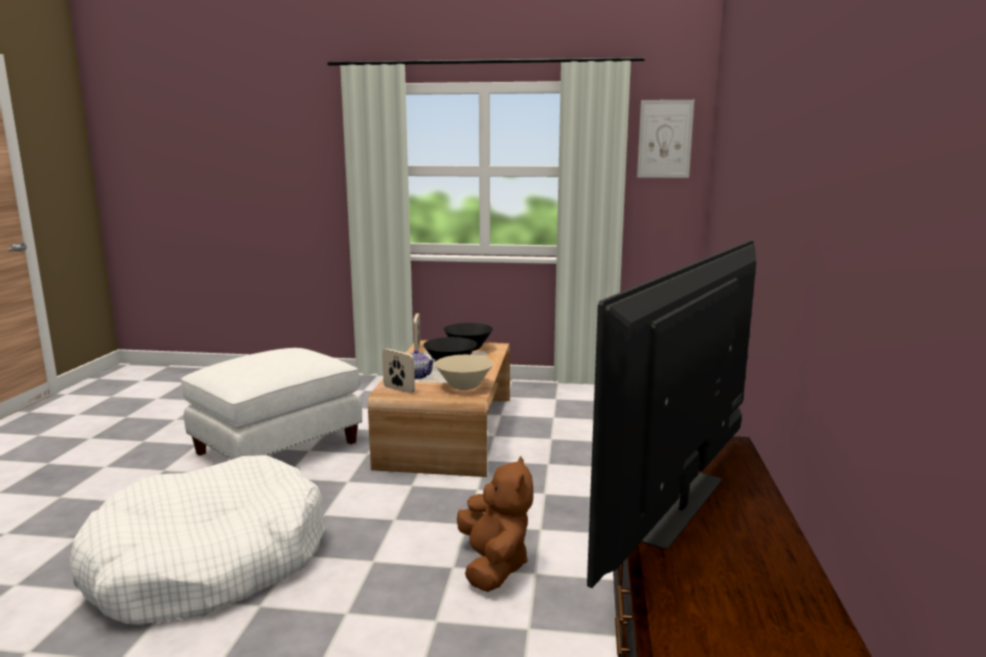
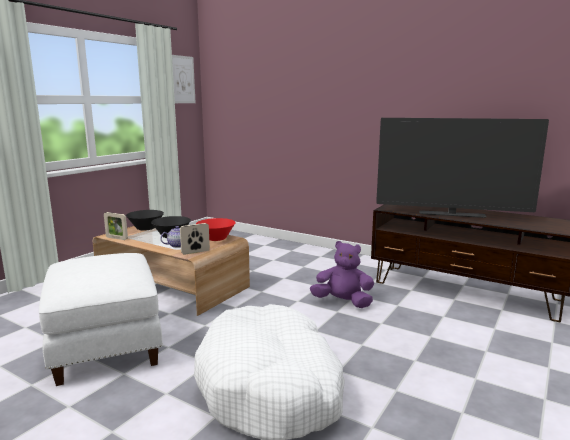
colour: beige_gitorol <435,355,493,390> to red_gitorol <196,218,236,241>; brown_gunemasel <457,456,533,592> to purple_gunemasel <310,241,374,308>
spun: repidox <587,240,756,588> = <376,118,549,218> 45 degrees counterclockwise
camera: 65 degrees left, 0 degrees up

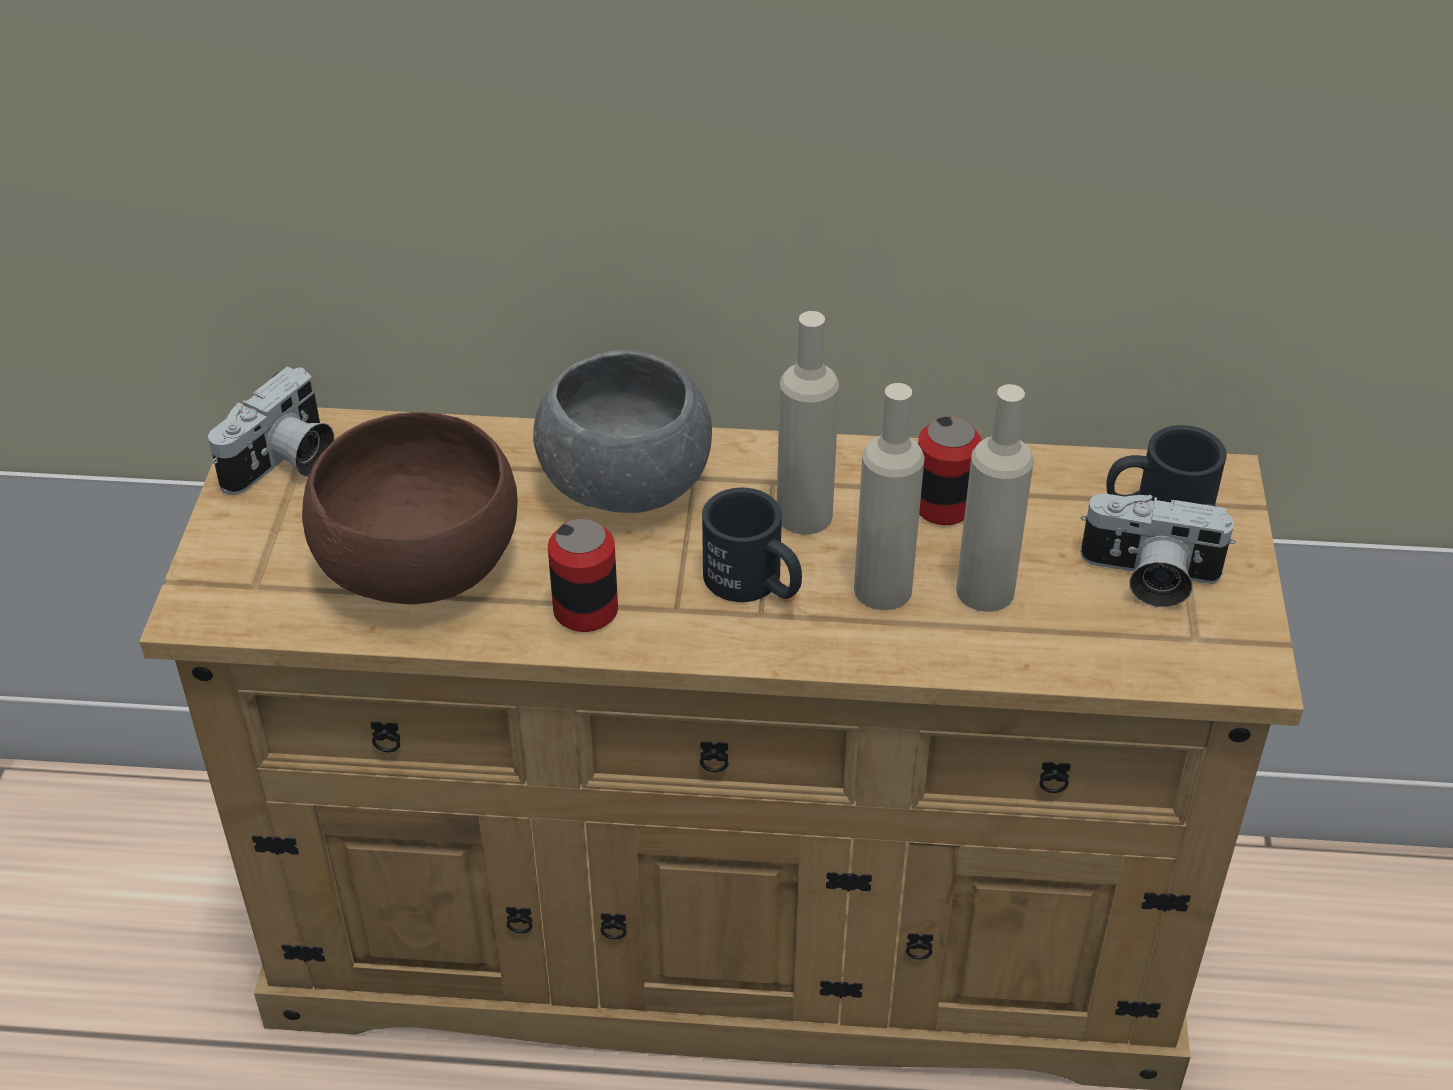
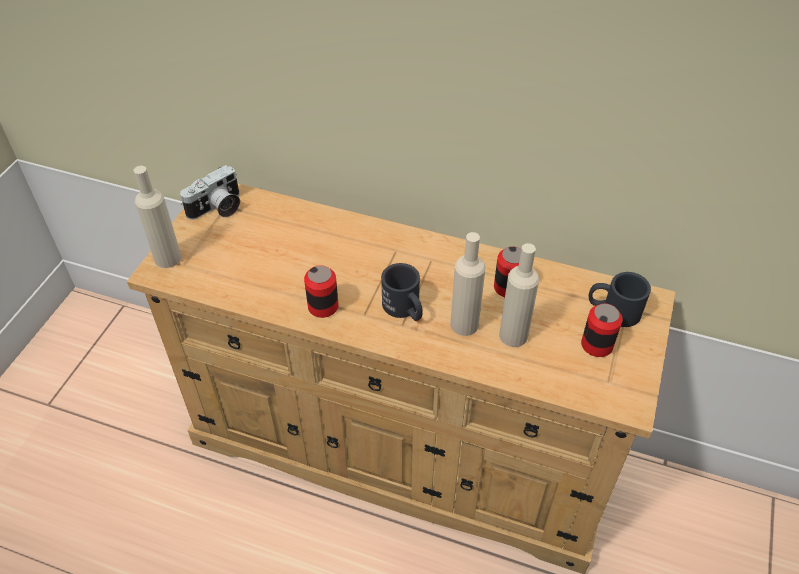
missing: grey_gitorol <533,350,712,513>; brown_gitorol <302,412,518,604>
relocated: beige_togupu <777,311,839,535> to <133,166,181,268>
exchanged: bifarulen <1080,493,1236,607> to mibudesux <581,304,623,357>
camera: 15 degrees right, 5 degrees up

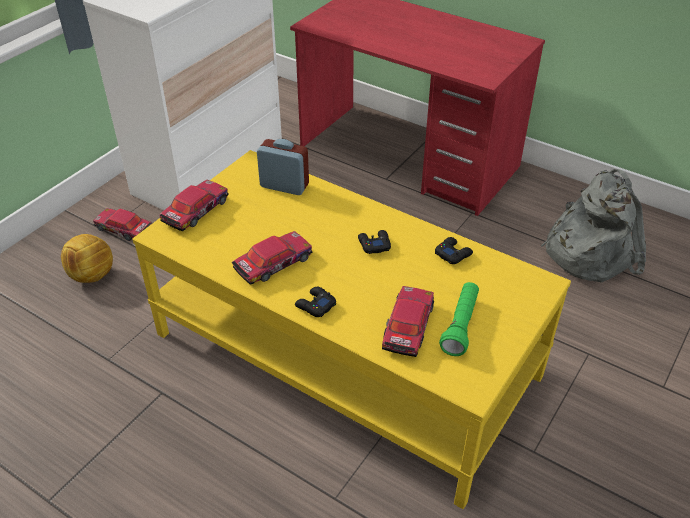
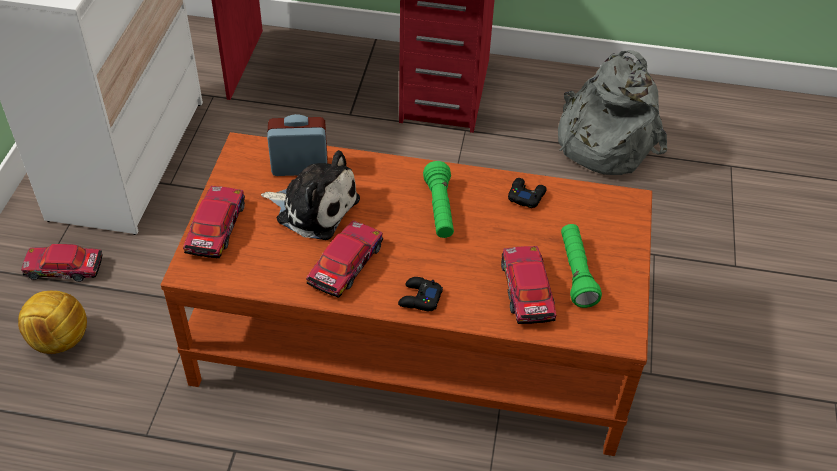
appeared: gunemasel <261,150,360,240>
exchanged: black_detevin <358,230,391,254> to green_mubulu <423,161,454,238>
colour: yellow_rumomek <132,150,571,509> to brown_rumomek <161,132,652,456>
camera: 25 degrees left, 5 degrees up

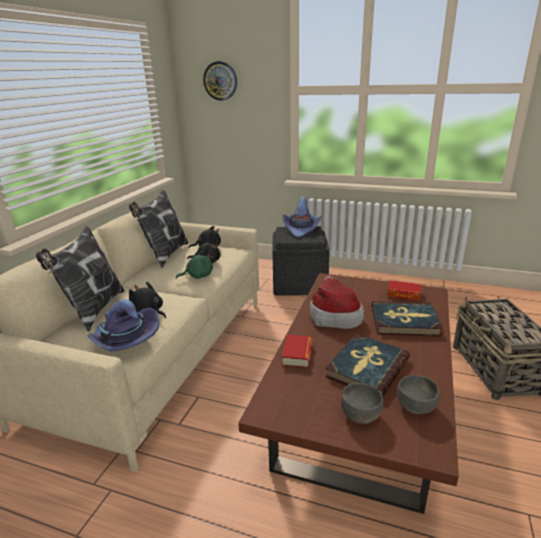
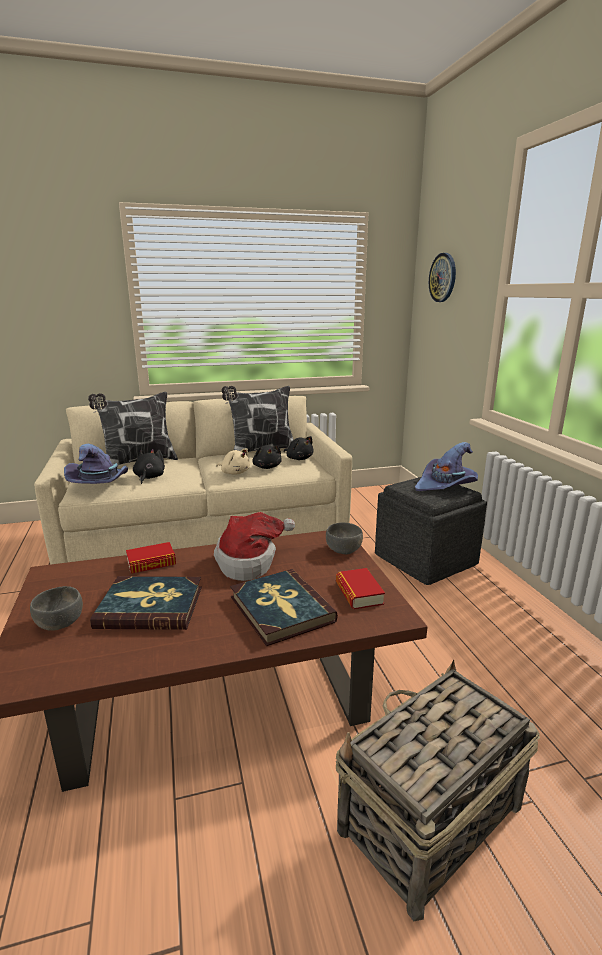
relocated: grey_gitorol <397,375,440,414> to <326,523,363,554>
colour: green_gunemasel <176,251,213,279> to beige_gunemasel <217,448,250,475>
camera: 55 degrees right, 5 degrees down

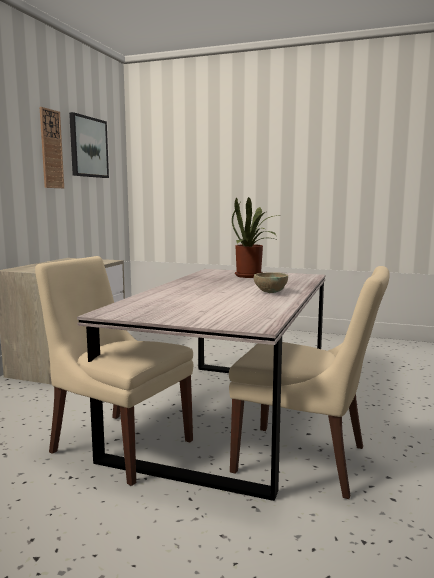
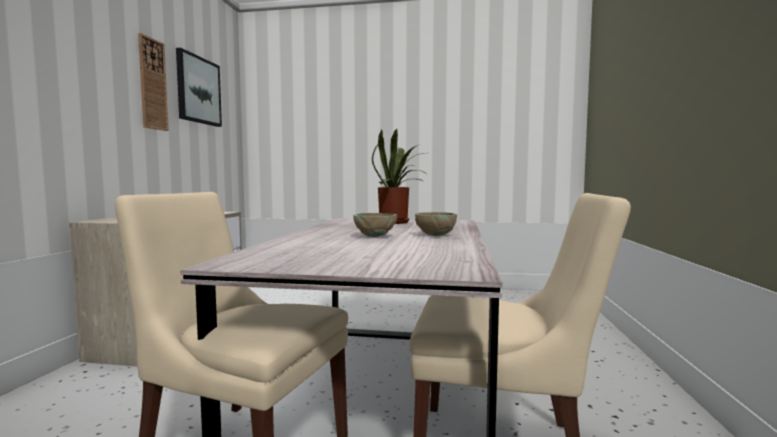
appeared: beige_gitorol <354,213,397,237>
camera: 10 degrees left, 5 degrees down

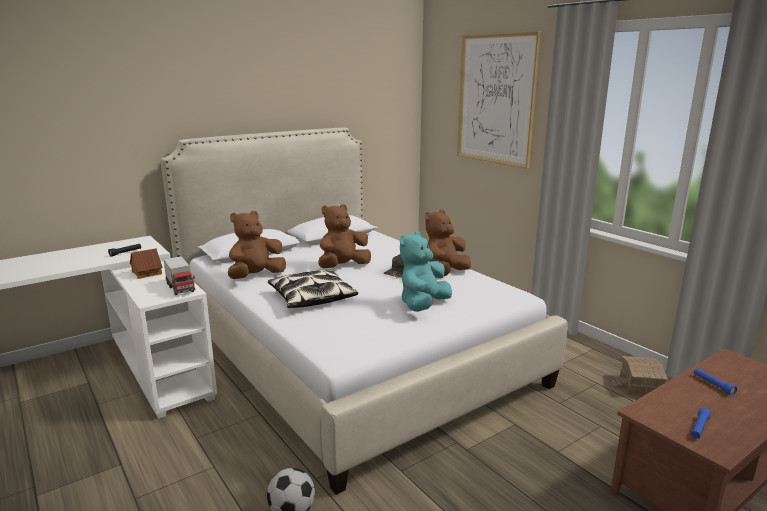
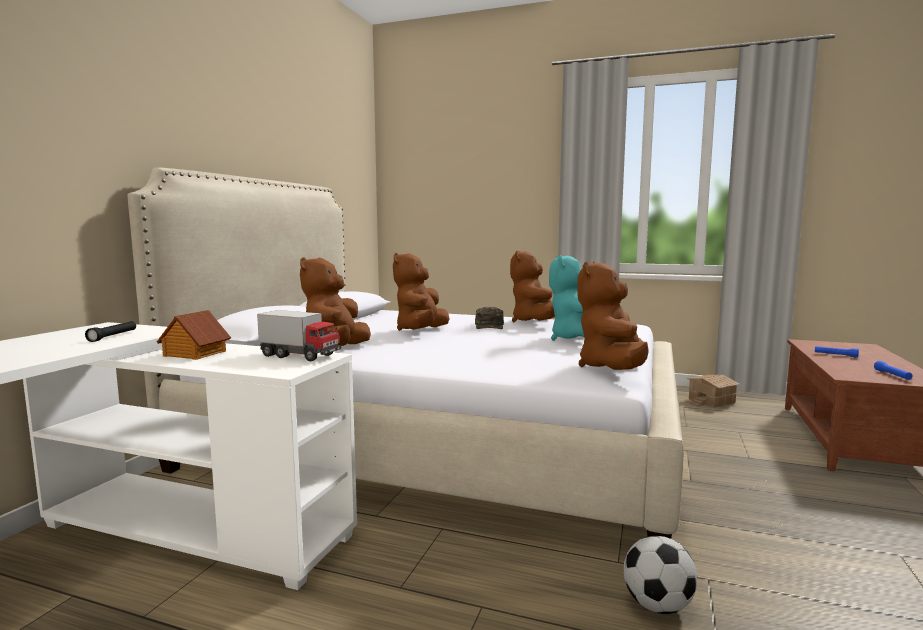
missing: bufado <457,31,541,169>; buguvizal <268,269,358,308>
appeared: brown_gunemasel <577,261,649,370>
camera: 35 degrees left, 10 degrees down

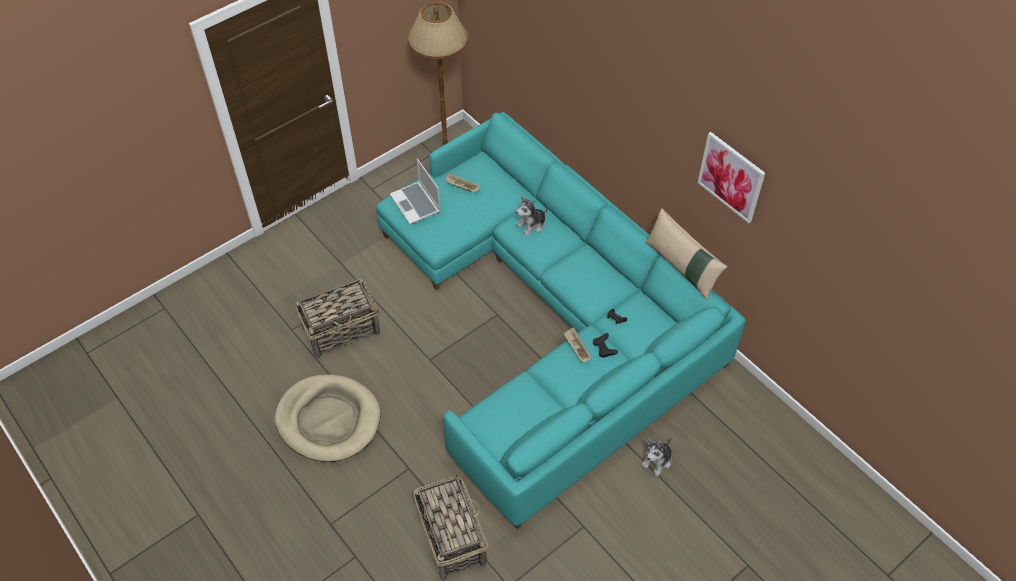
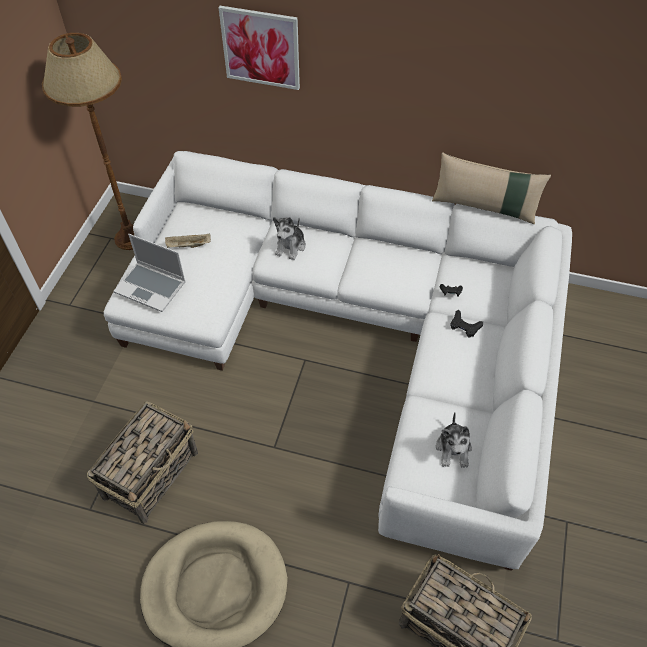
missing: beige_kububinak <563,327,592,362>
relocated: bufado <698,132,765,223> to <219,6,300,90>; gunemasel <641,437,672,476> to <436,413,472,468>
colour: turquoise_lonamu <376,112,746,529> to white_lonamu <104,151,572,571>
camera: 35 degrees left, 0 degrees up

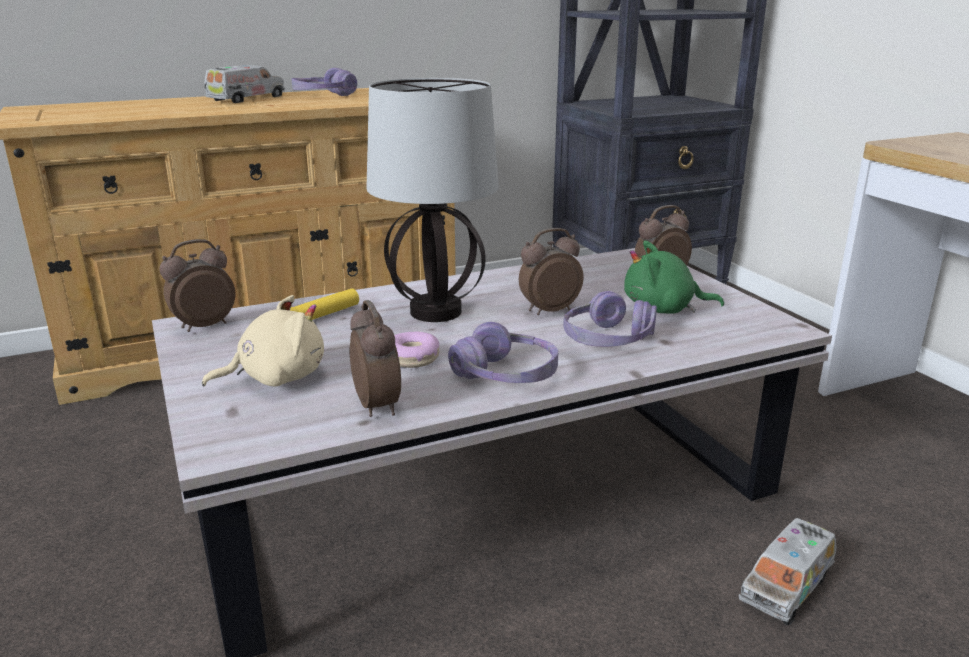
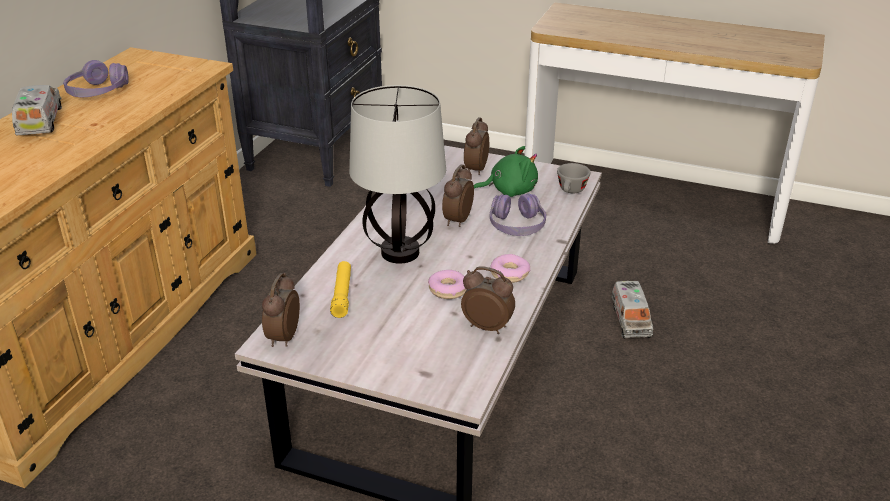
missing: beige_gunemasel <202,295,324,387>
appeared: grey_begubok <557,163,590,193>
exchanged: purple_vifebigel <448,322,558,383> to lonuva <490,254,530,283>
spun: green_gunemasel <624,241,724,314> = <474,146,538,197> 150 degrees counterclockwise
camera: 45 degrees left, 10 degrees up

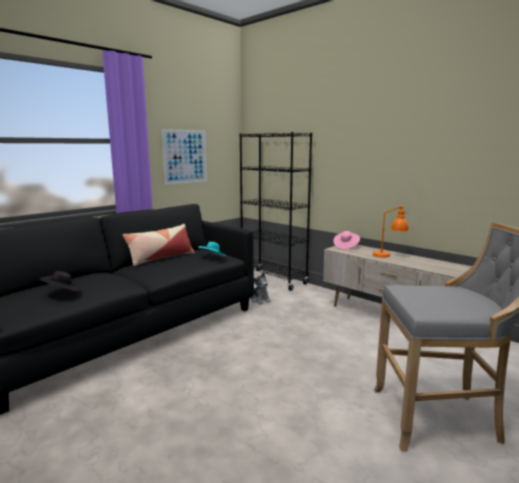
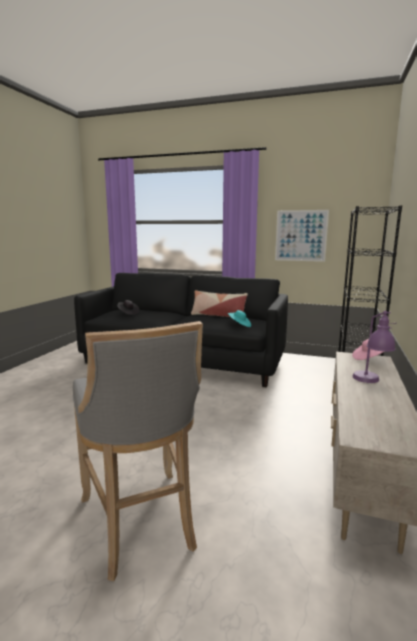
missing: gunemasel <251,273,271,304>
colour: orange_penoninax <372,205,409,258> to purple_penoninax <353,311,397,383>
camera: 65 degrees right, 0 degrees up

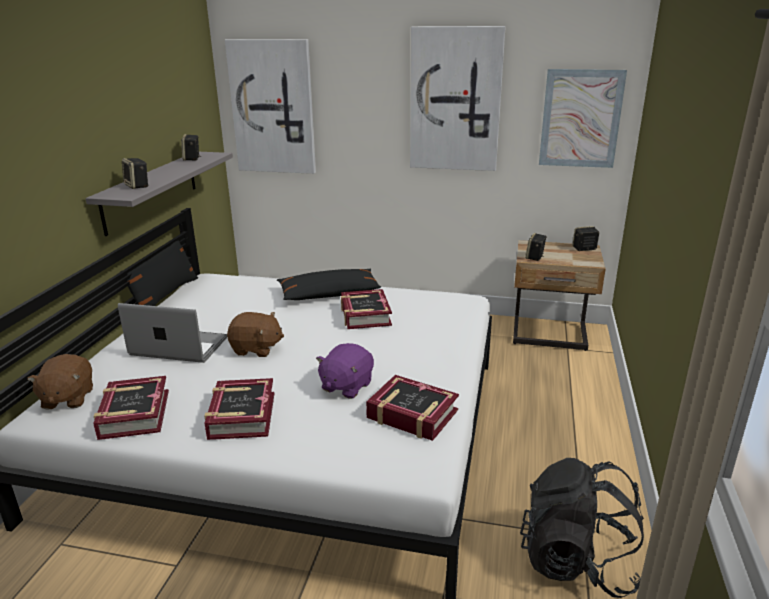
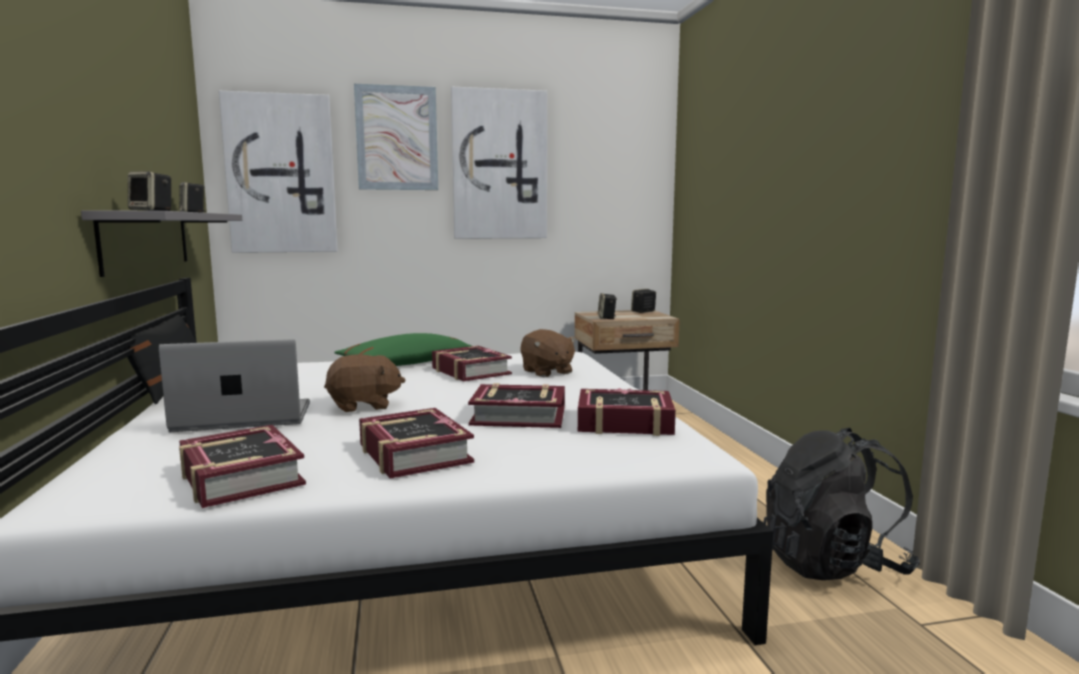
relocated: bufado <539,69,627,168> to <354,84,438,190>; brown_gunemasel <27,354,93,409> to <521,329,577,377>
exchanged: purple_gunemasel <316,343,374,399> to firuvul <468,383,565,428>
colour: black_buguvizal <277,269,381,300> to green_buguvizal <334,333,471,366>
camera: 25 degrees left, 15 degrees down

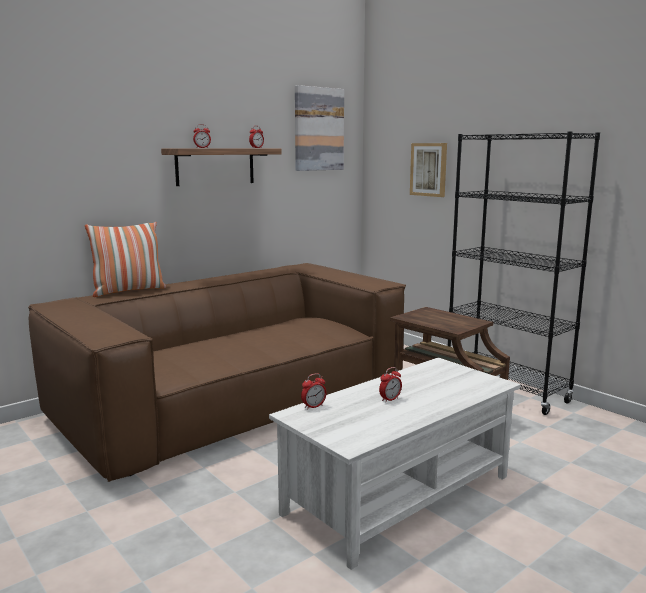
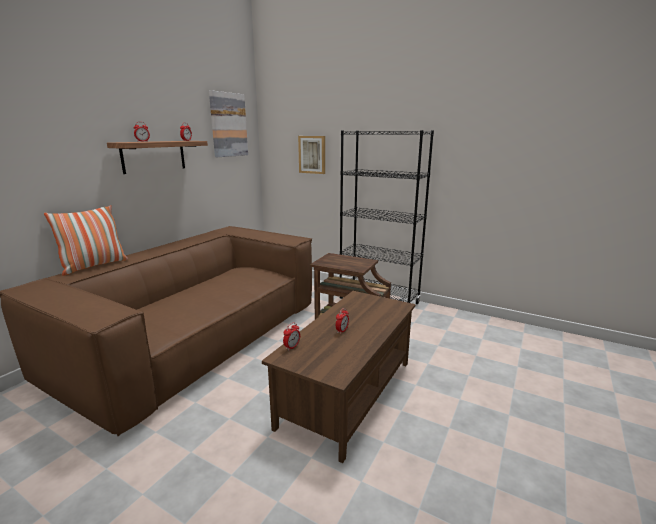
colour: white_rumomek <269,357,521,570> to brown_rumomek <262,291,416,463>
camera: 20 degrees left, 5 degrees up

